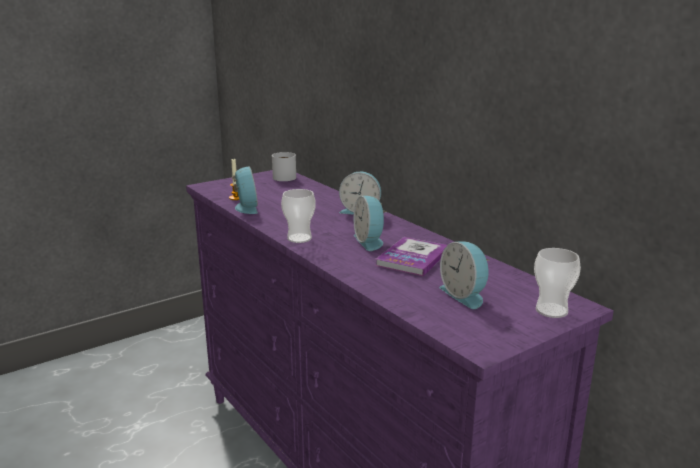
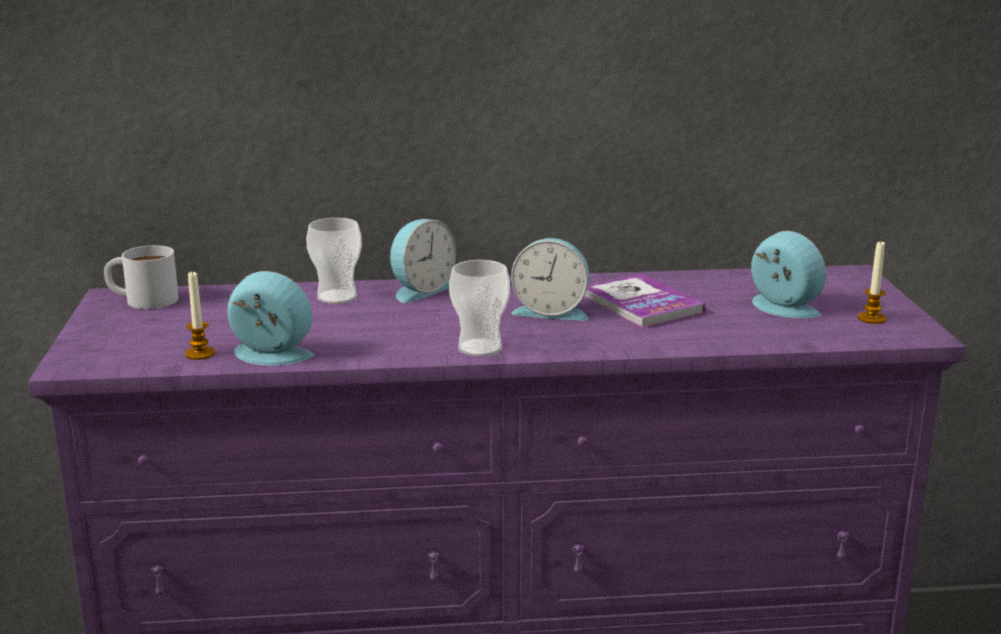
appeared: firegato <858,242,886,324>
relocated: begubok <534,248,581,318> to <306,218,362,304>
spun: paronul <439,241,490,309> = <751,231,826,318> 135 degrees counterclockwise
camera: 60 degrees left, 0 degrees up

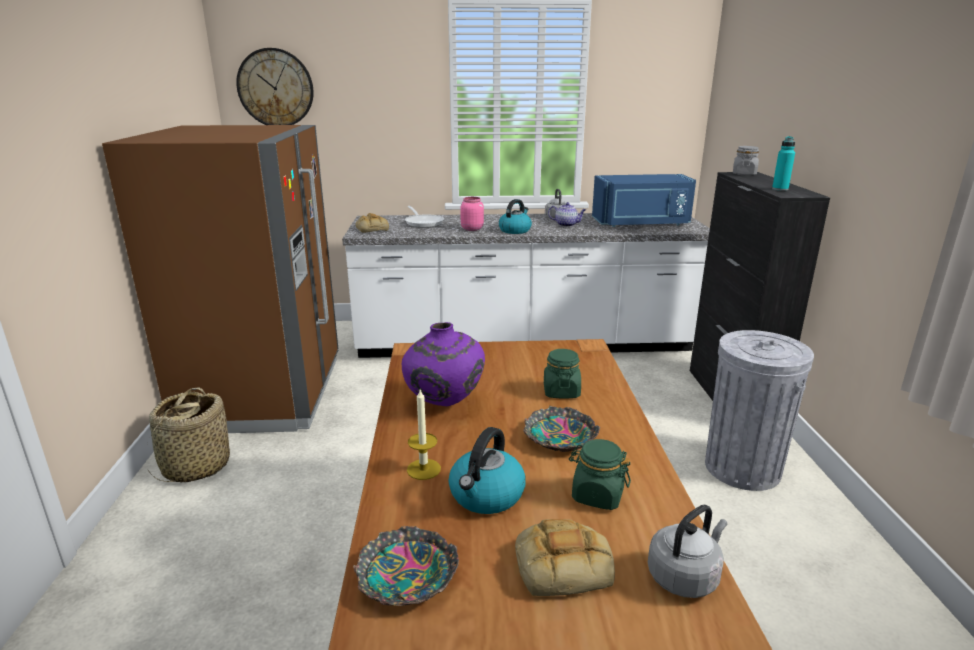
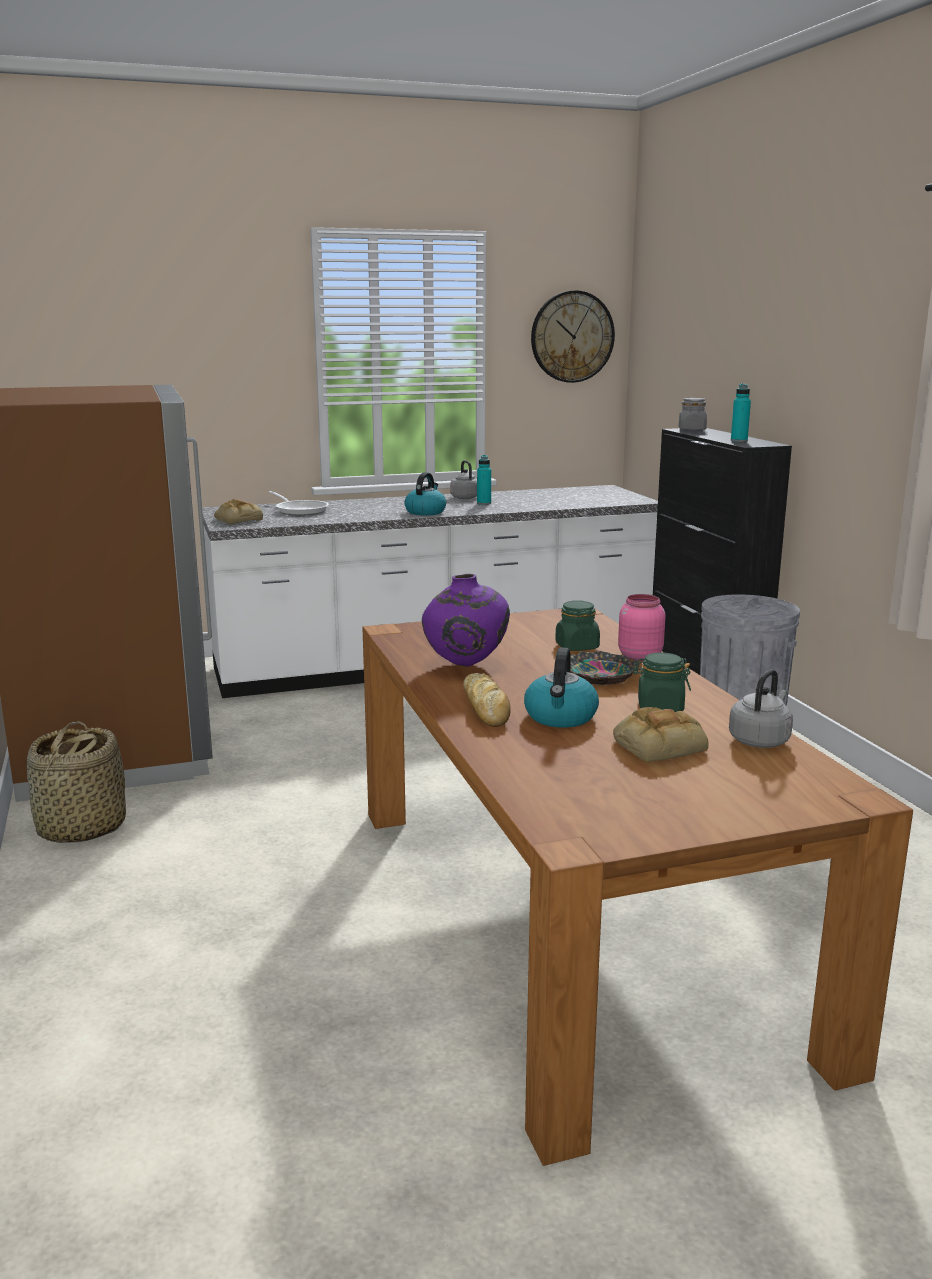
missing: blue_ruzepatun <592,174,696,227>; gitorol <353,526,459,606>
relocated: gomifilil <236,48,314,125> to <531,290,615,383>; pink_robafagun <460,197,484,231> to <618,594,666,661>
exchanged: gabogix <548,202,586,227> to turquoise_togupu <477,455,491,505>; firegato <407,390,441,480> to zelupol <463,673,511,727>
camera: 15 degrees left, 5 degrees down

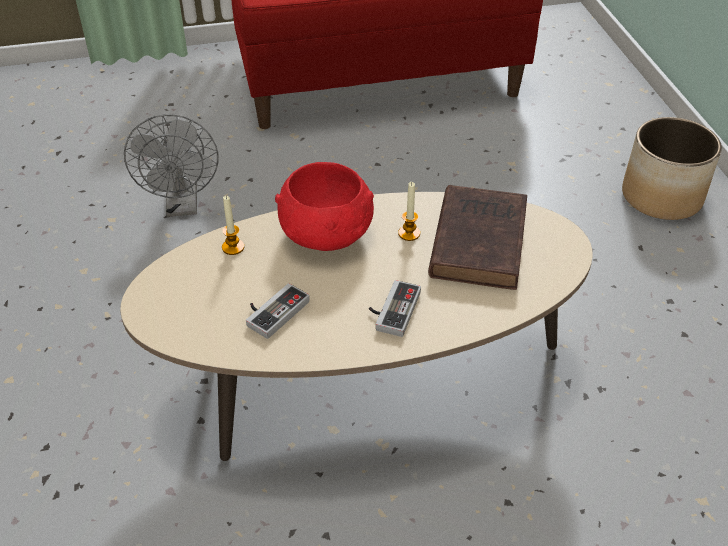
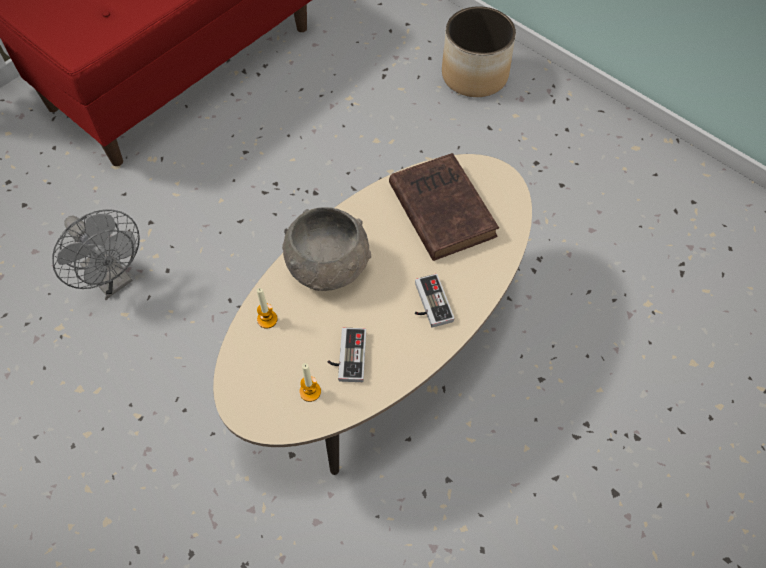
relocated: firegato <398,182,420,241> to <300,363,321,402>
colour: red_gitorol <275,162,374,251> to grey_gitorol <282,207,371,291>
camera: 35 degrees left, 15 degrees up

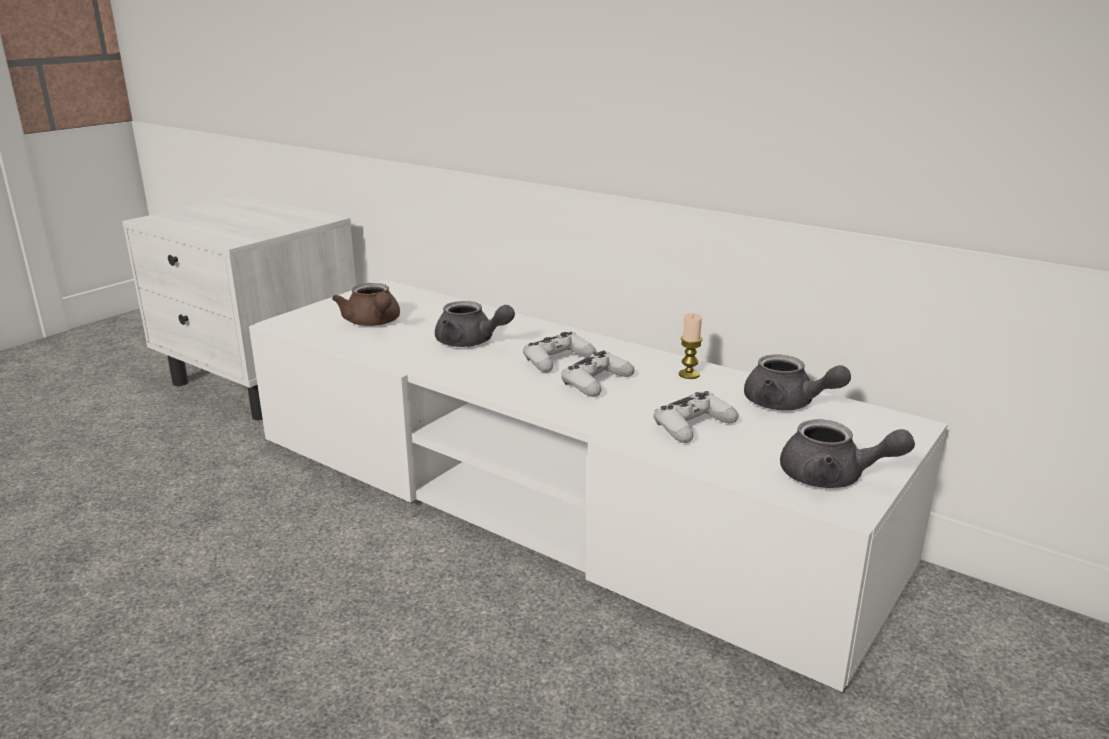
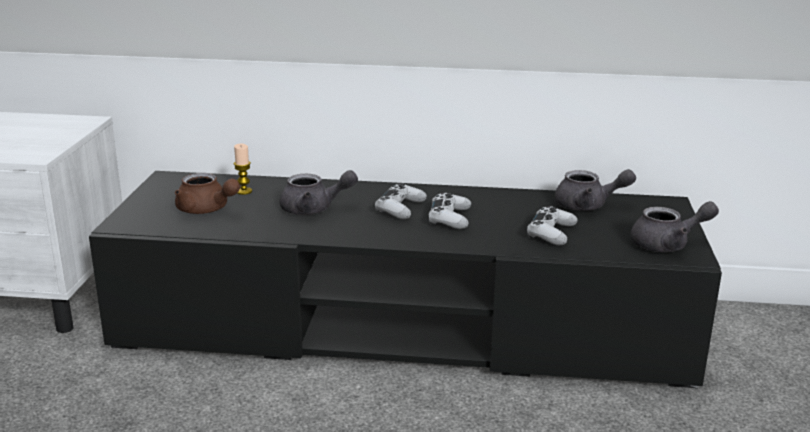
relocated: firegato <679,313,703,379> to <234,144,252,195>
colour: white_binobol <249,279,948,693> to black_binobol <89,171,722,388>
camera: 30 degrees left, 0 degrees up

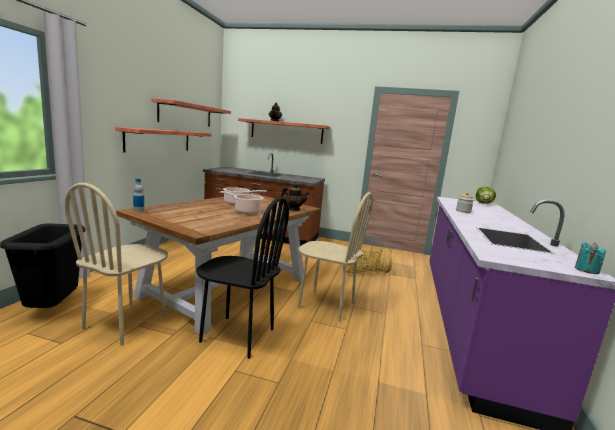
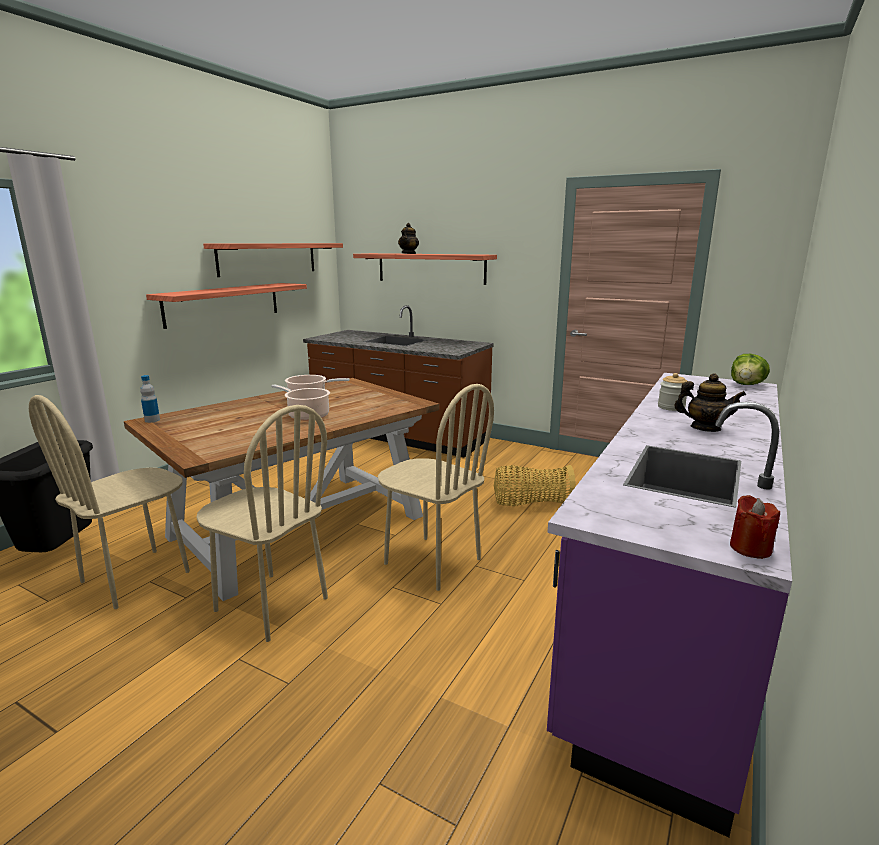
relocated: gabogix <281,183,309,211> to <674,374,746,432>
colour: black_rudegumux <196,197,289,359> to beige_rudegumux <196,405,328,642>; turquoise_firegato <575,242,606,274> to red_firegato <730,495,780,559>
camera: 15 degrees right, 5 degrees up

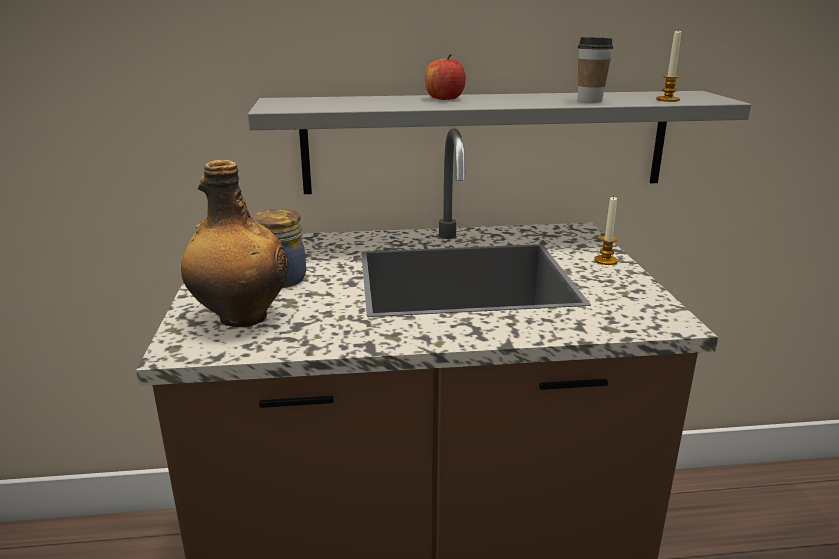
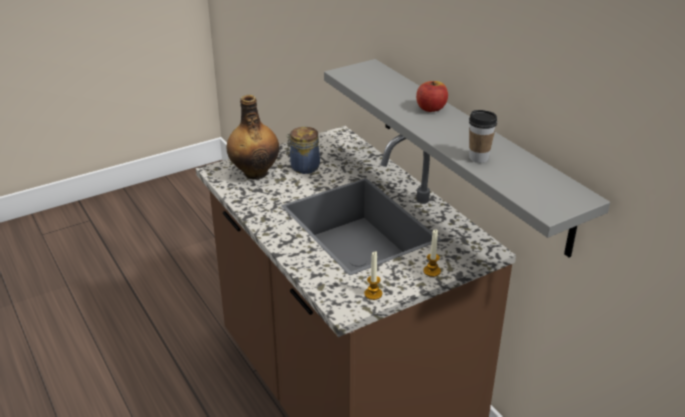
relocated: firegato <656,29,681,102> to <364,251,382,300>
camera: 65 degrees right, 10 degrees up

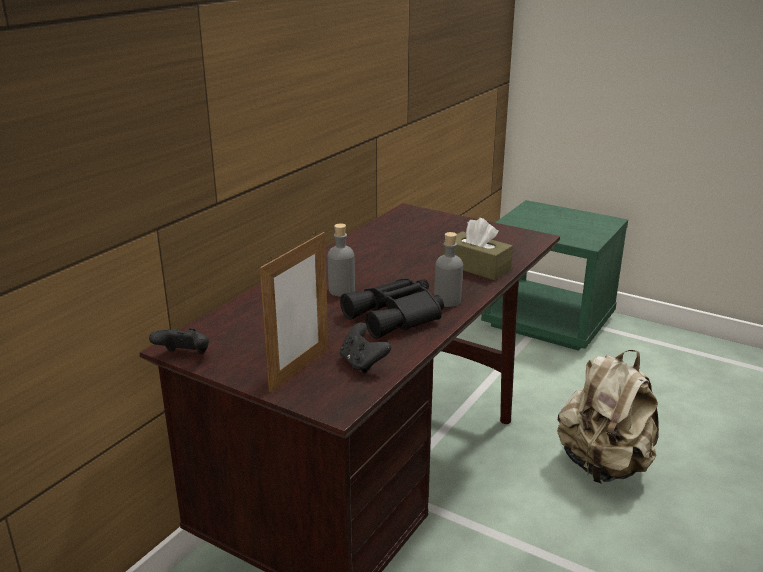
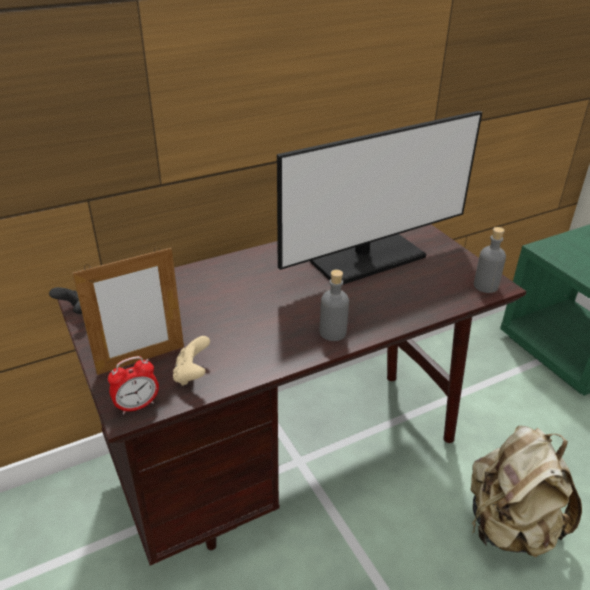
missing: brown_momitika <444,218,513,280>; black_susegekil <340,278,444,339>
appeared: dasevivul <277,111,482,285>; paronul <108,356,159,414>
relocated: grey_togupu <328,223,355,296> to <474,227,506,293>
colour: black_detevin <340,322,391,374> to beige_detevin <173,336,210,386>
camera: 30 degrees right, 10 degrees up

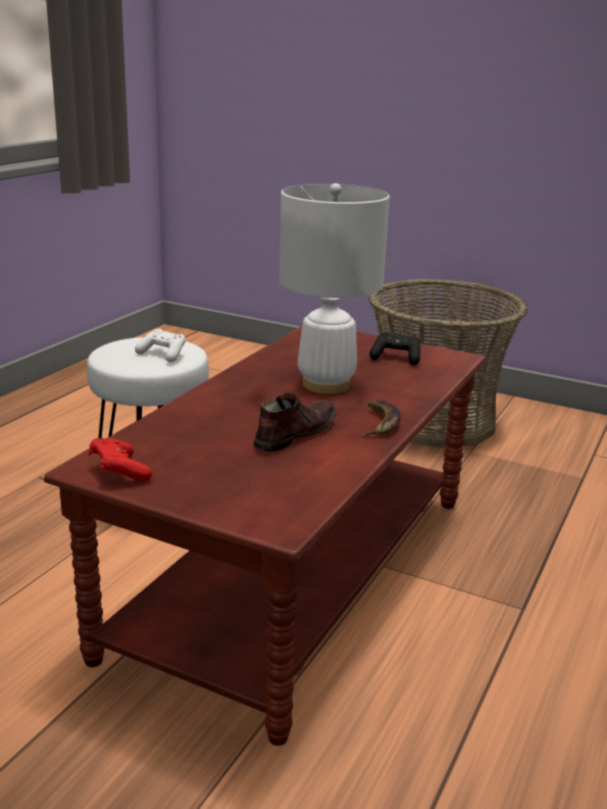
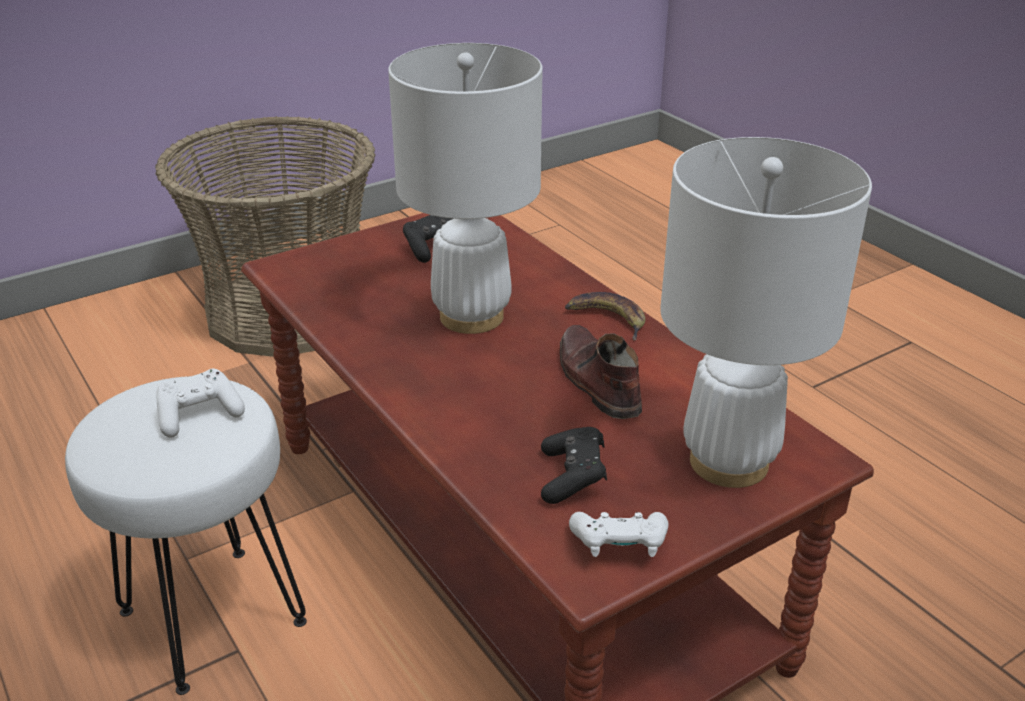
appeared: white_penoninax <660,137,872,488>; black_detevin <541,427,607,504>
colour: red_detevin <89,438,152,482> to white_detevin <569,512,668,557>
camera: 60 degrees left, 10 degrees up

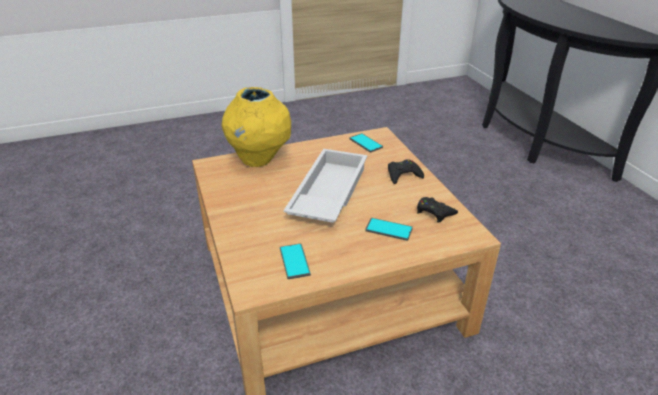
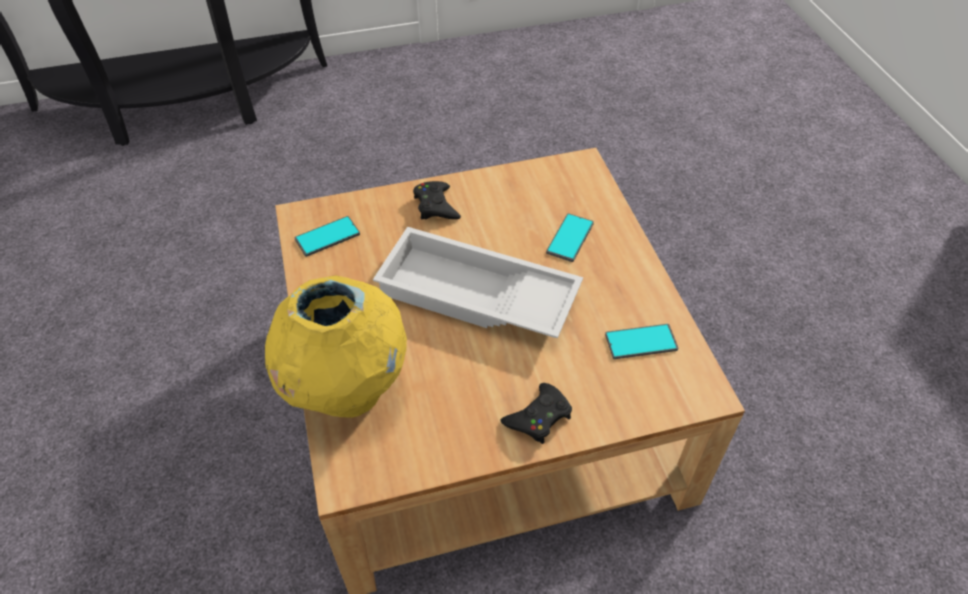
relocated: black_detevin <417,197,458,223> to <500,383,572,444>
camera: 85 degrees left, 15 degrees up

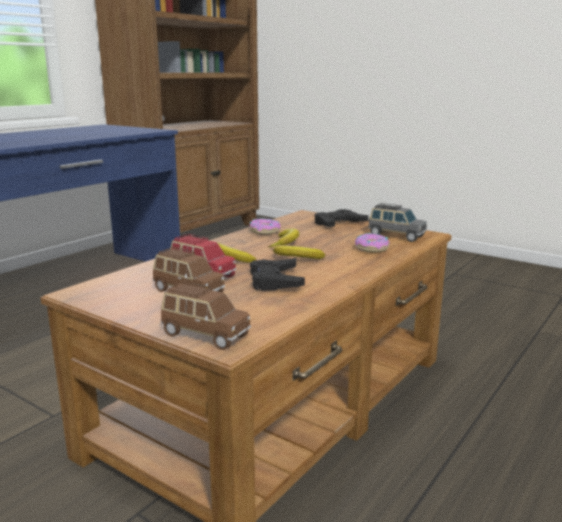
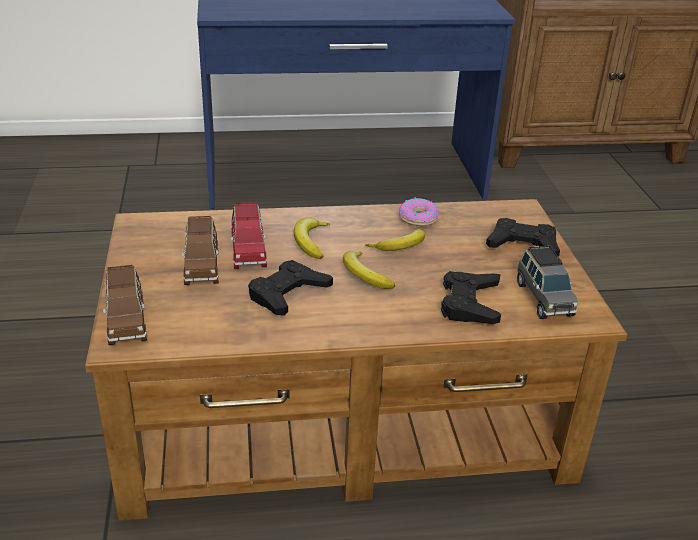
exchanged: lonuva <355,233,390,253> to black_detevin <441,271,501,324>
camera: 45 degrees right, 15 degrees up

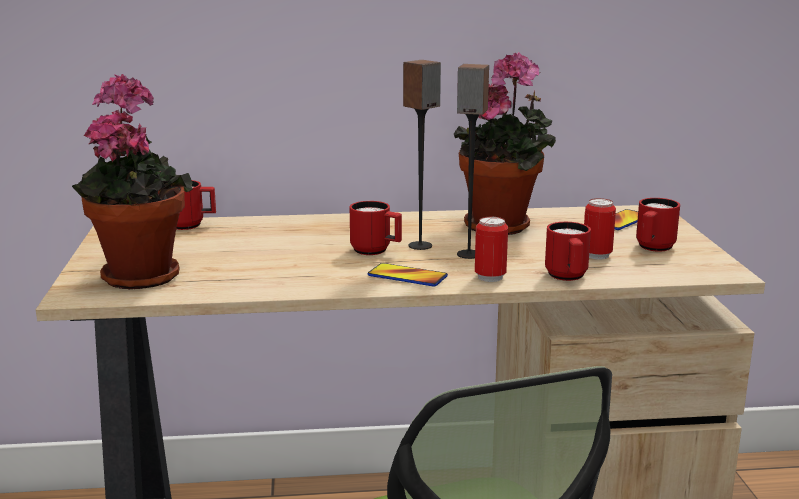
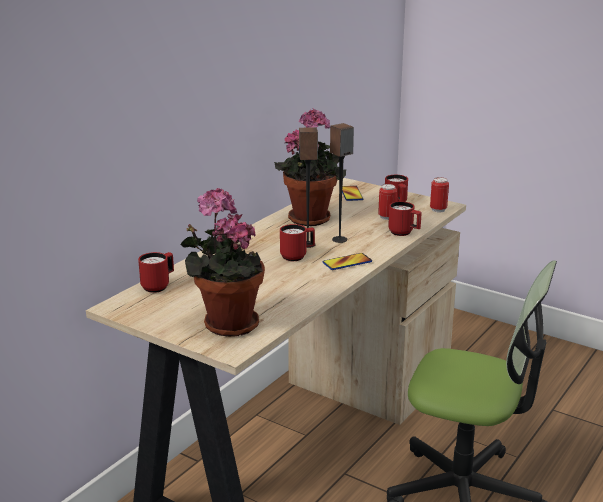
relocated: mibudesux <475,217,508,282> to <430,177,449,213>
camera: 50 degrees left, 5 degrees up

